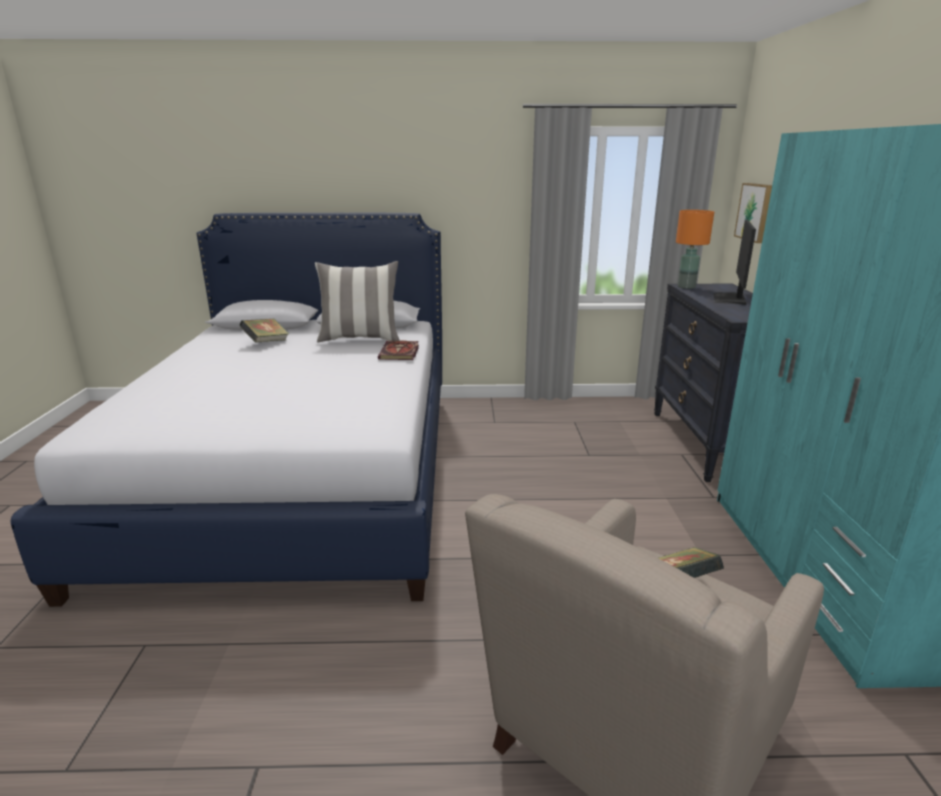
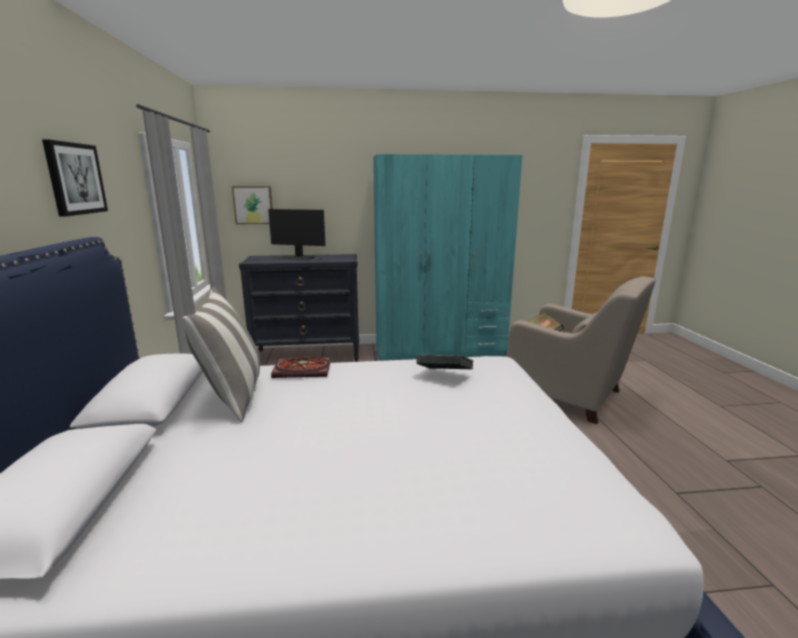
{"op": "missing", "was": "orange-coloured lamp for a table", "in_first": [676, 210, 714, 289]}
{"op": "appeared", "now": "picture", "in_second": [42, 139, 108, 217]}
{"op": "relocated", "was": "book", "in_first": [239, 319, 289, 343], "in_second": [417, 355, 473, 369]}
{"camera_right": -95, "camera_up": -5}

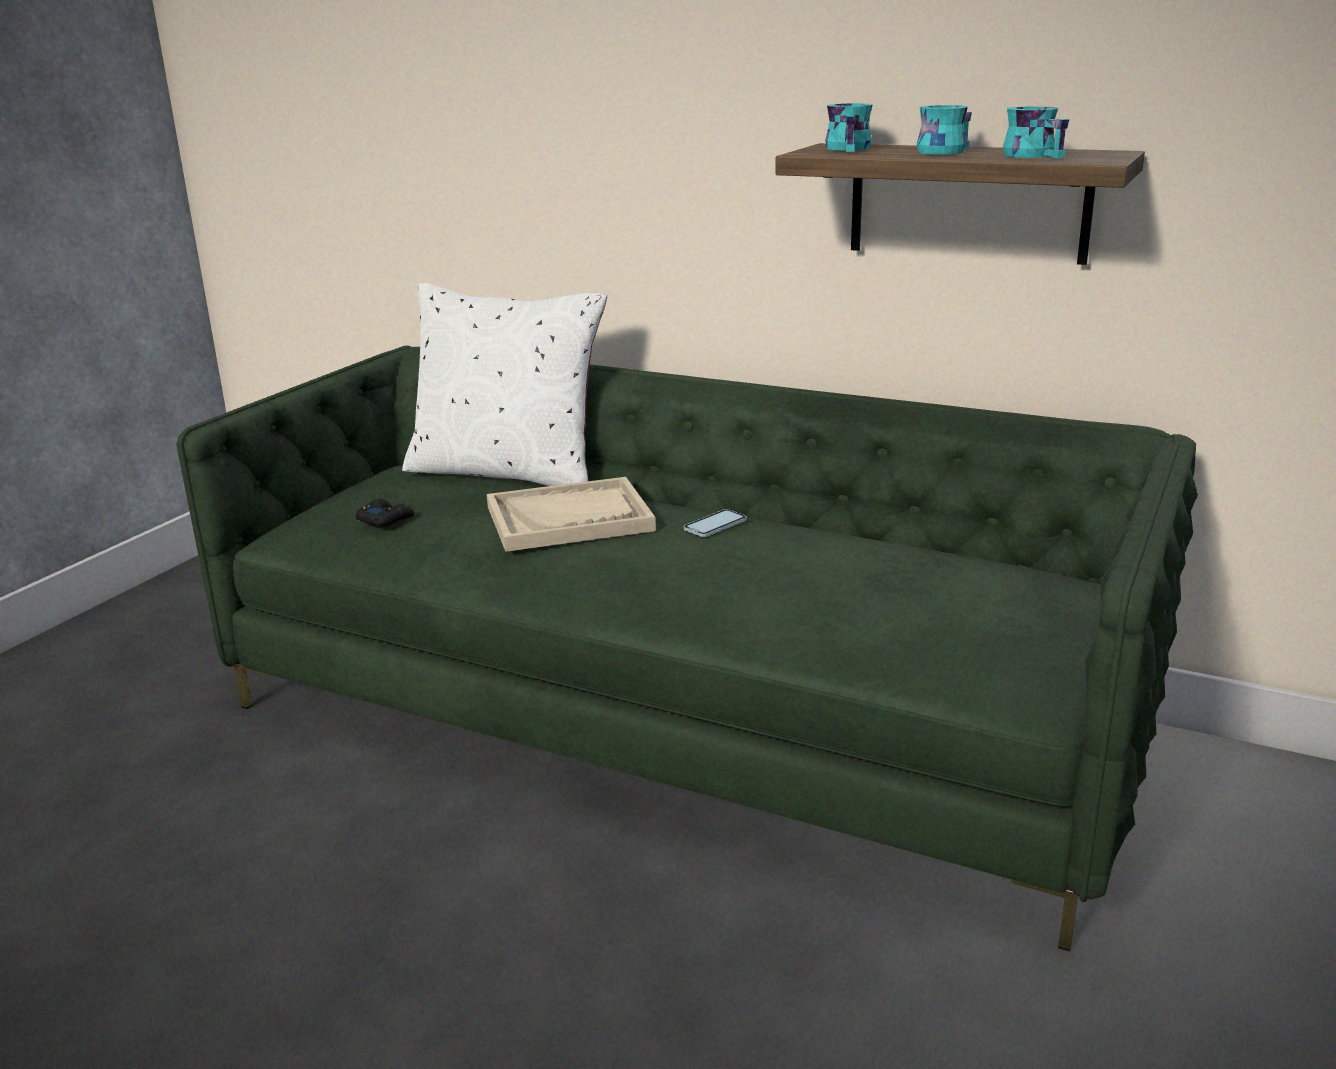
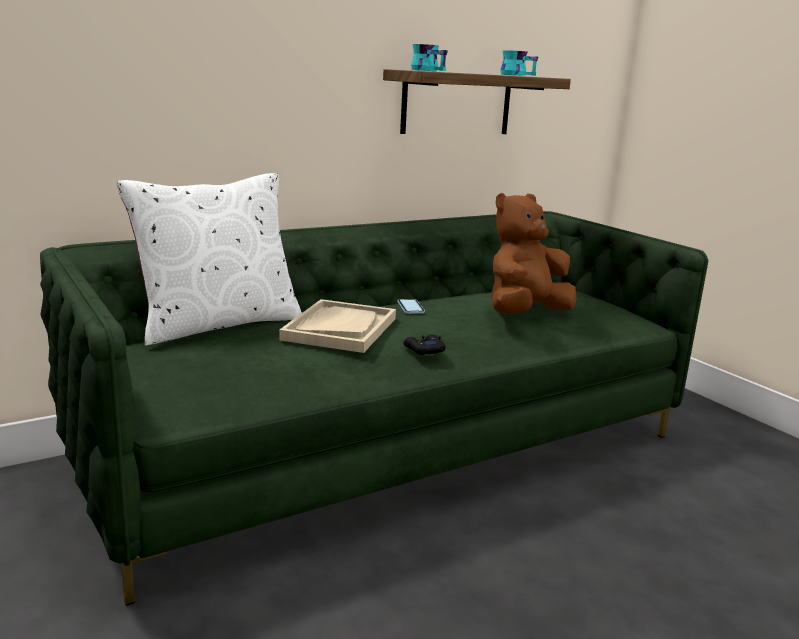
{"op": "missing", "was": "turquoise-coloured coffee mug", "in_first": [917, 105, 972, 155]}
{"op": "appeared", "now": "brownish plush toy", "in_second": [491, 193, 577, 314]}
{"op": "relocated", "was": "black-coloured gamepad", "in_first": [355, 499, 414, 527], "in_second": [403, 334, 445, 355]}
{"camera_right": -60, "camera_up": -5}

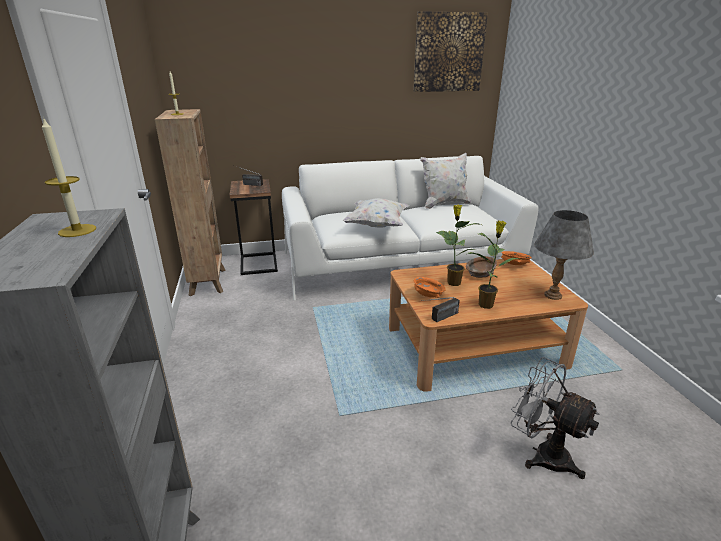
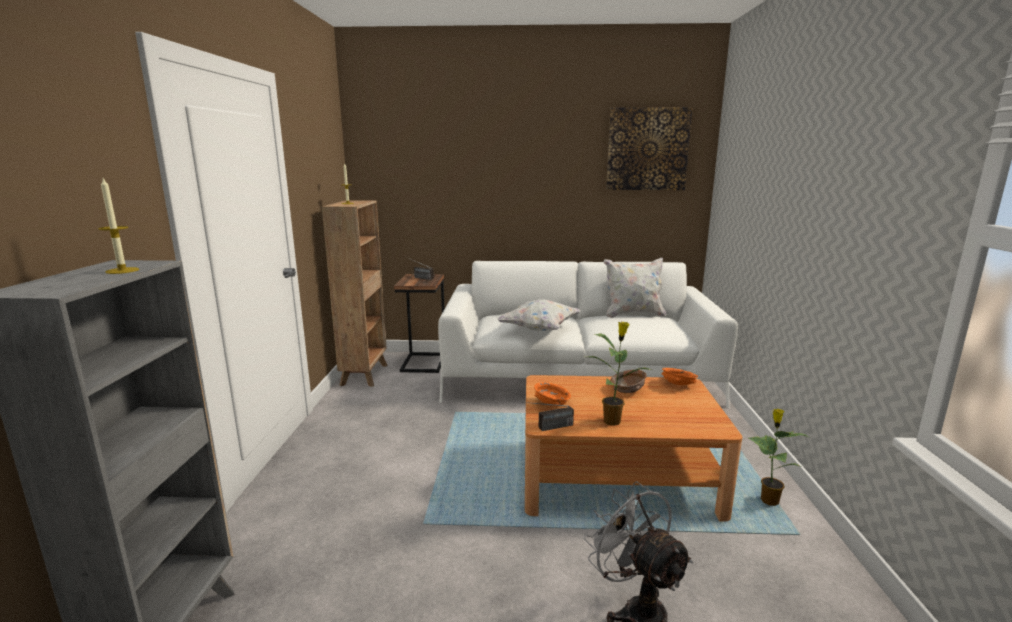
{"op": "missing", "was": "greyish lamp for a table", "in_first": [534, 210, 594, 300]}
{"op": "relocated", "was": "potted plant", "in_first": [436, 205, 481, 286], "in_second": [749, 409, 811, 506]}
{"camera_right": 15, "camera_up": -10}

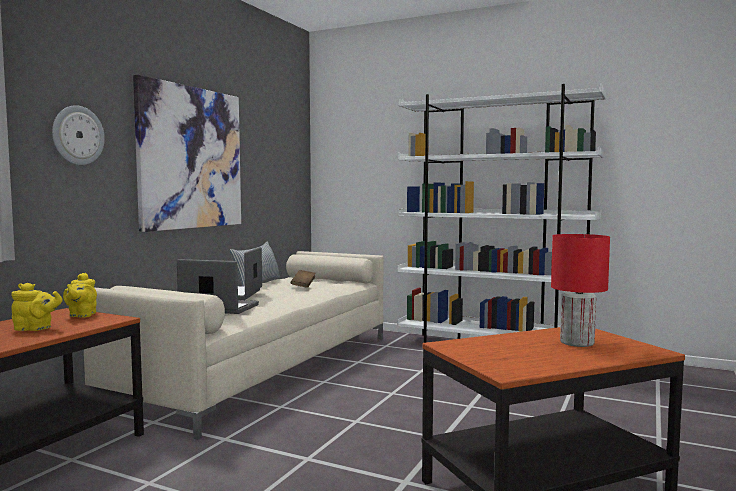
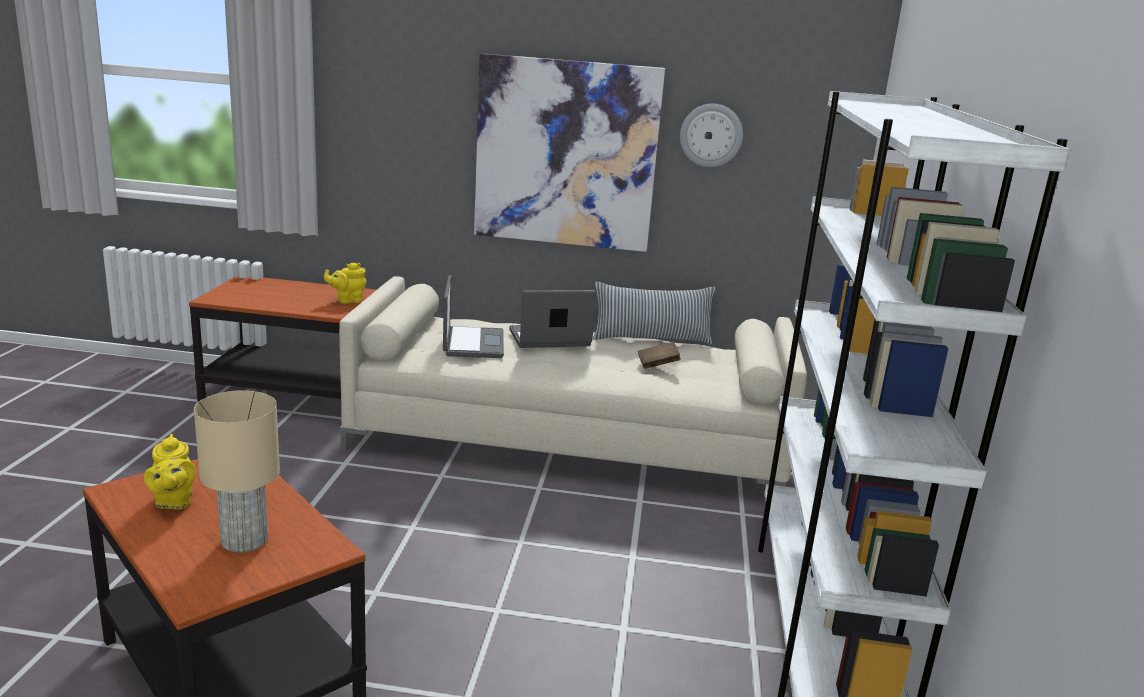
{"op": "relocated", "was": "yellow-coloured tea pot", "in_first": [11, 283, 63, 331], "in_second": [144, 434, 196, 509]}
{"op": "relocated", "was": "clock on the wall", "in_first": [52, 105, 105, 165], "in_second": [680, 104, 743, 167]}
{"op": "colour", "was": "red-coloured lamp for a table", "now": "beige-coloured lamp for a table", "in_first": [551, 234, 610, 347], "in_second": [194, 390, 280, 552]}
{"camera_right": 70, "camera_up": 15}

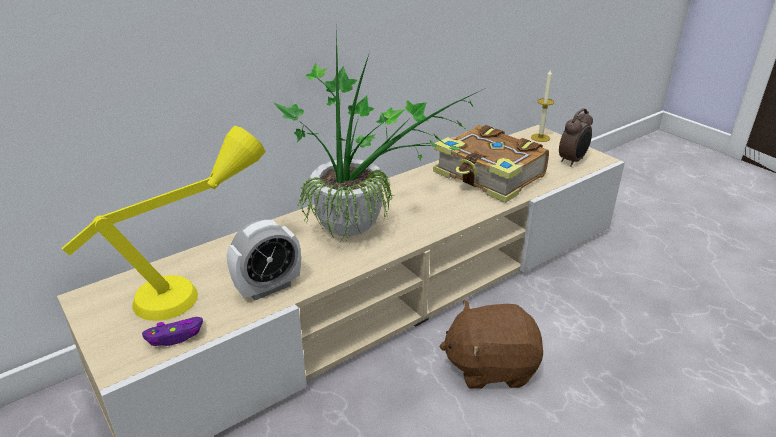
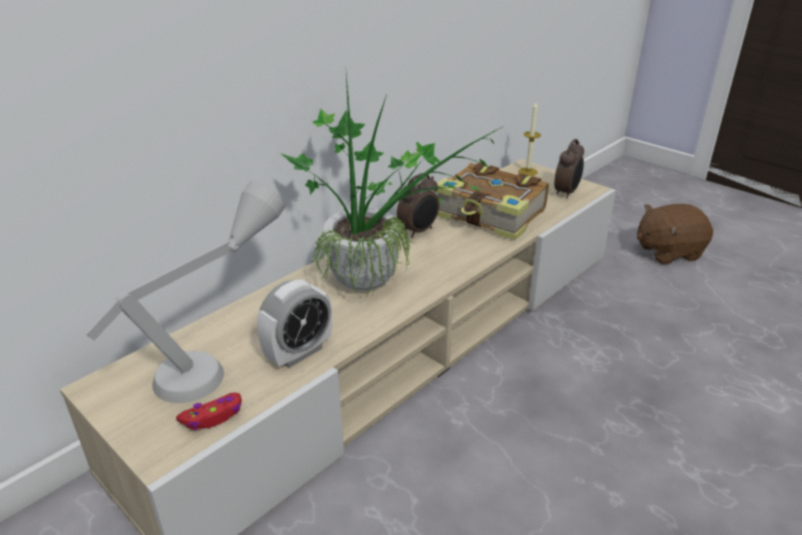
{"op": "appeared", "now": "bedside clock", "in_second": [397, 173, 439, 238]}
{"op": "relocated", "was": "brownish plush toy", "in_first": [439, 300, 543, 389], "in_second": [637, 204, 713, 264]}
{"op": "colour", "was": "yellow-coloured lamp for a table", "now": "greyish lamp for a table", "in_first": [62, 126, 265, 321], "in_second": [85, 181, 286, 403]}
{"op": "colour", "was": "purple-coloured gamepad", "now": "red-coloured gamepad", "in_first": [142, 317, 203, 346], "in_second": [176, 393, 242, 430]}
{"camera_right": -10, "camera_up": 0}

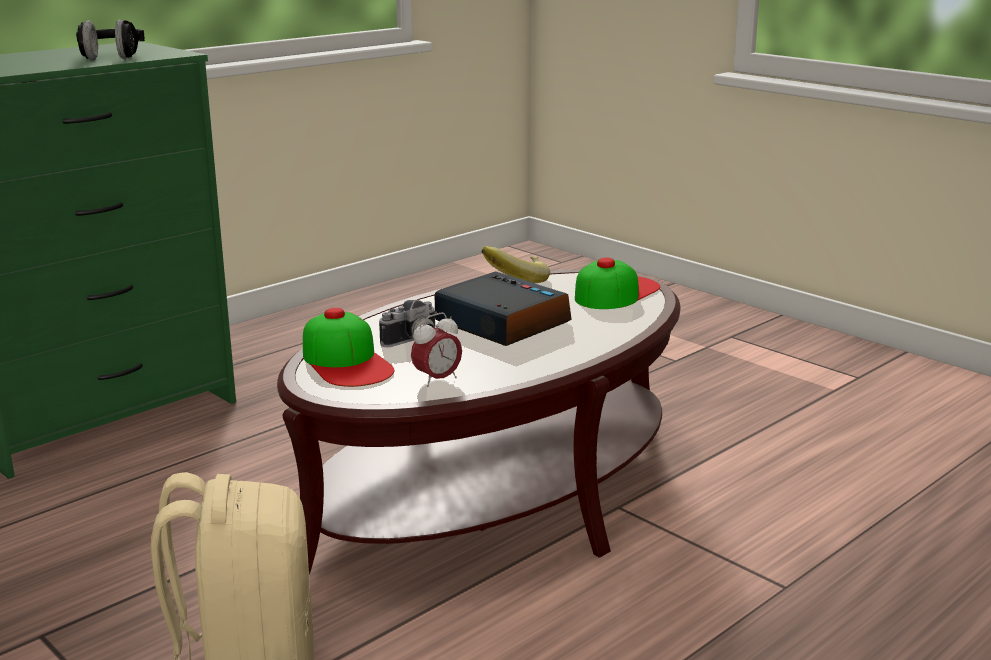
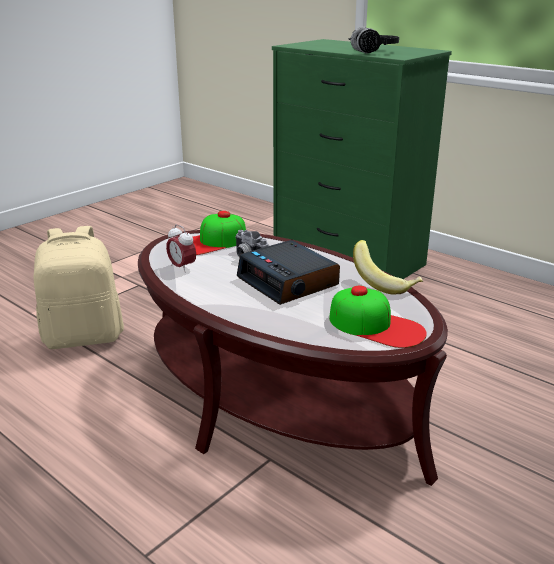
{"op": "spun", "was": "bedside clock", "in_first": [434, 271, 572, 346], "in_second": [237, 240, 340, 305], "clockwise": 105}
{"camera_right": 85, "camera_up": 5}

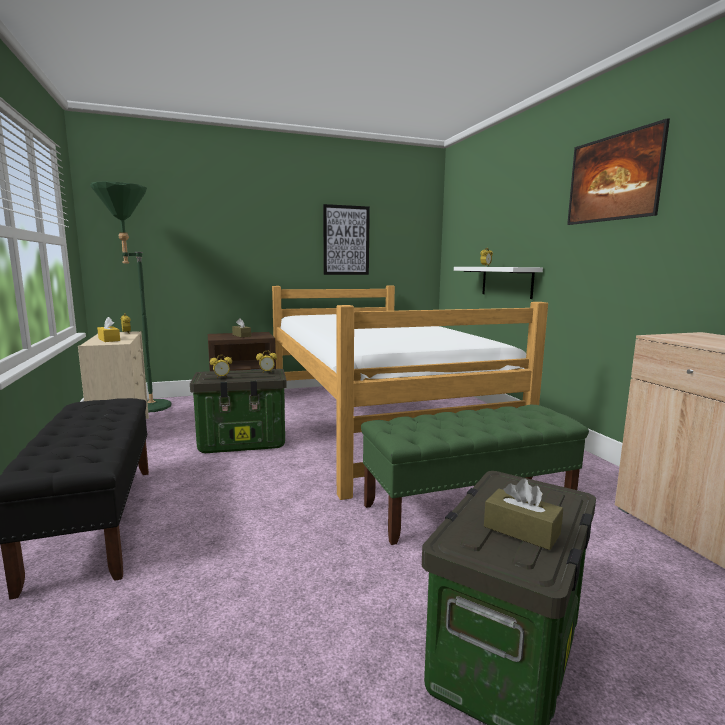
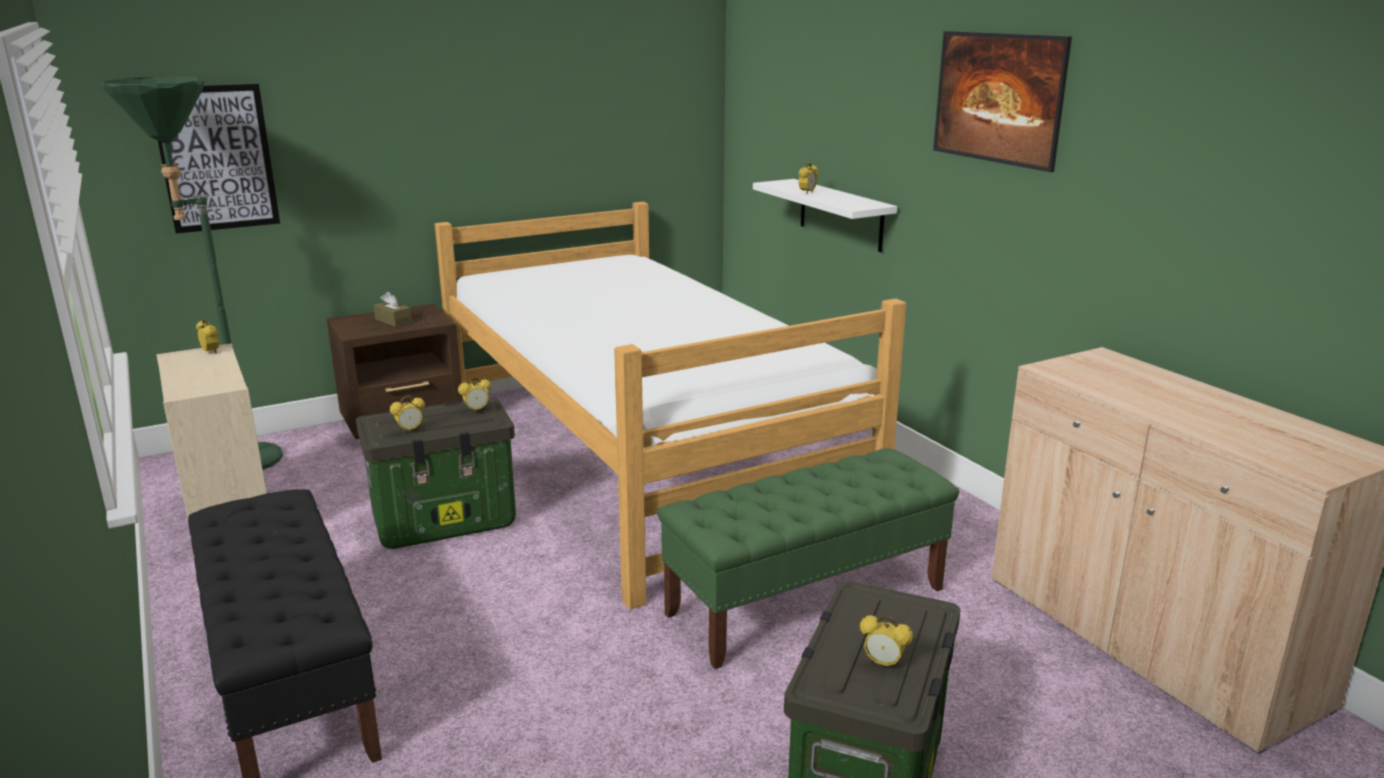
{"op": "missing", "was": "yellow-coloured tissue holder", "in_first": [97, 317, 120, 342]}
{"op": "relocated", "was": "picture", "in_first": [323, 204, 370, 275], "in_second": [158, 84, 280, 233]}
{"op": "exchanged", "was": "brownish tissue holder", "now": "bedside clock", "in_first": [484, 479, 563, 550], "in_second": [860, 615, 913, 670]}
{"camera_right": -10, "camera_up": 10}

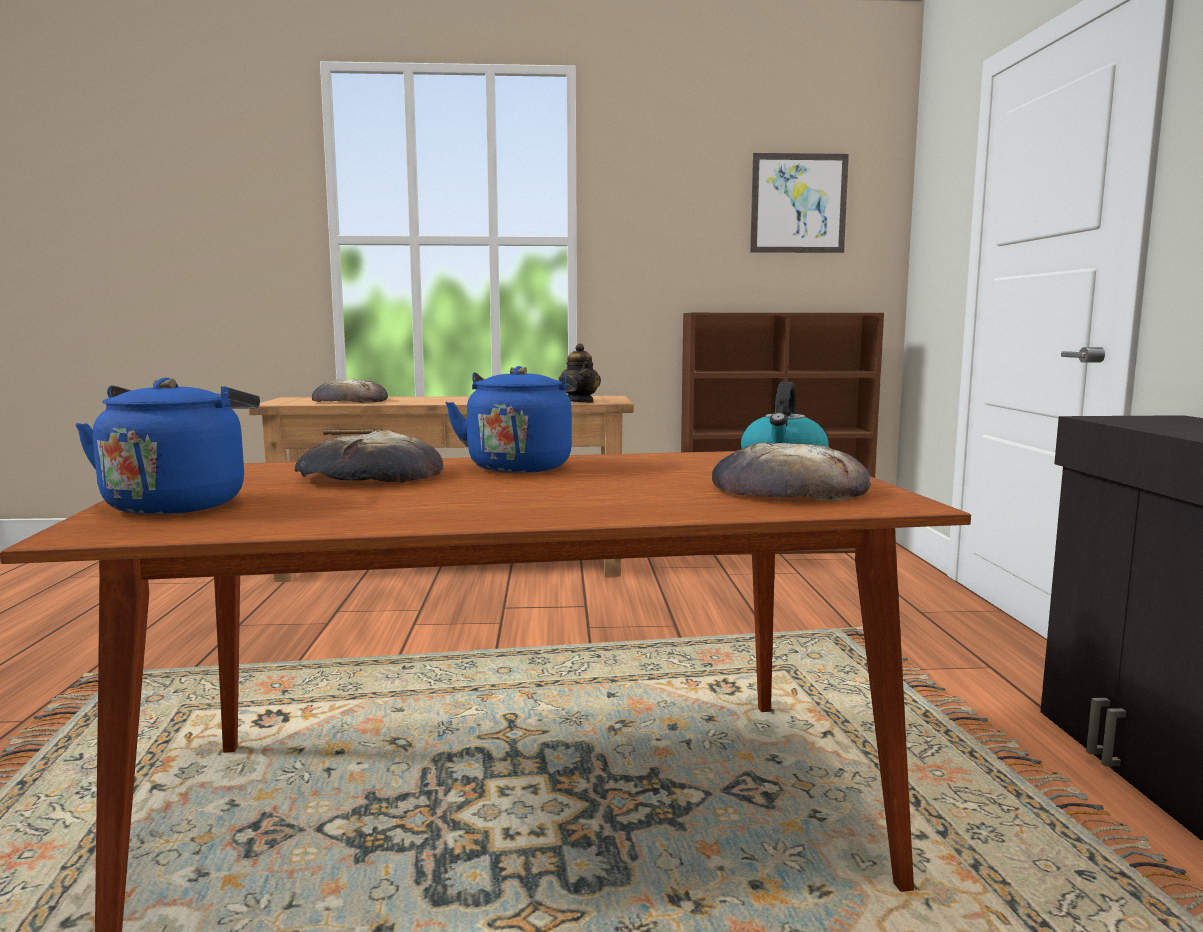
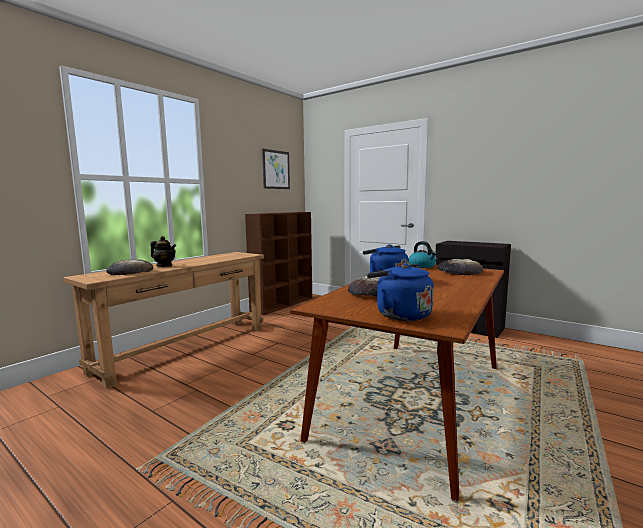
{"op": "relocated", "was": "tea pot", "in_first": [559, 343, 601, 403], "in_second": [150, 236, 176, 267]}
{"camera_right": -50, "camera_up": 0}

